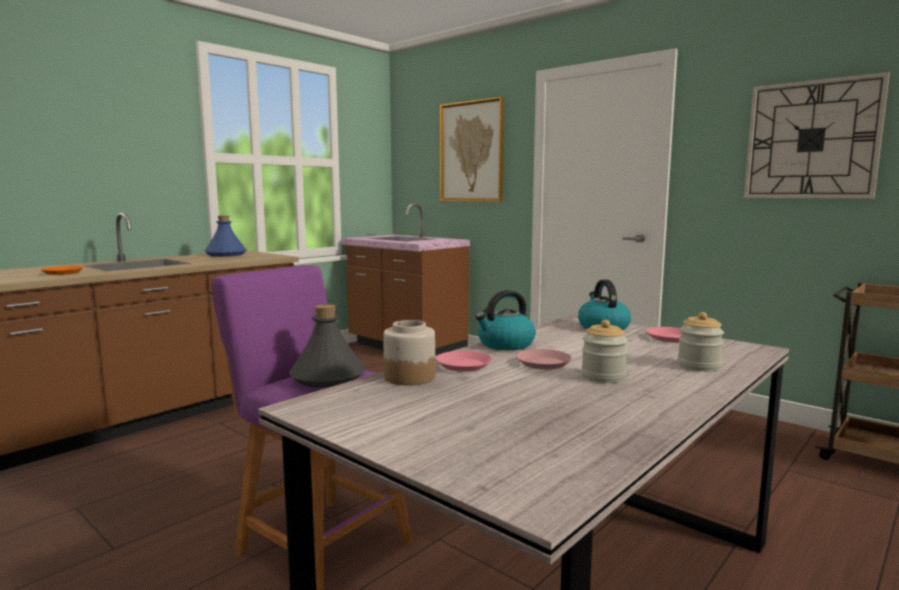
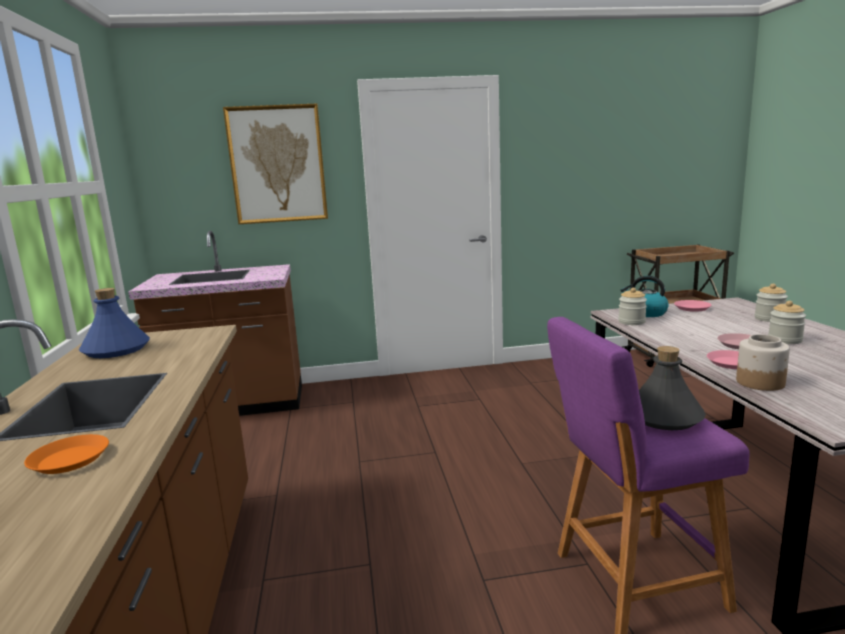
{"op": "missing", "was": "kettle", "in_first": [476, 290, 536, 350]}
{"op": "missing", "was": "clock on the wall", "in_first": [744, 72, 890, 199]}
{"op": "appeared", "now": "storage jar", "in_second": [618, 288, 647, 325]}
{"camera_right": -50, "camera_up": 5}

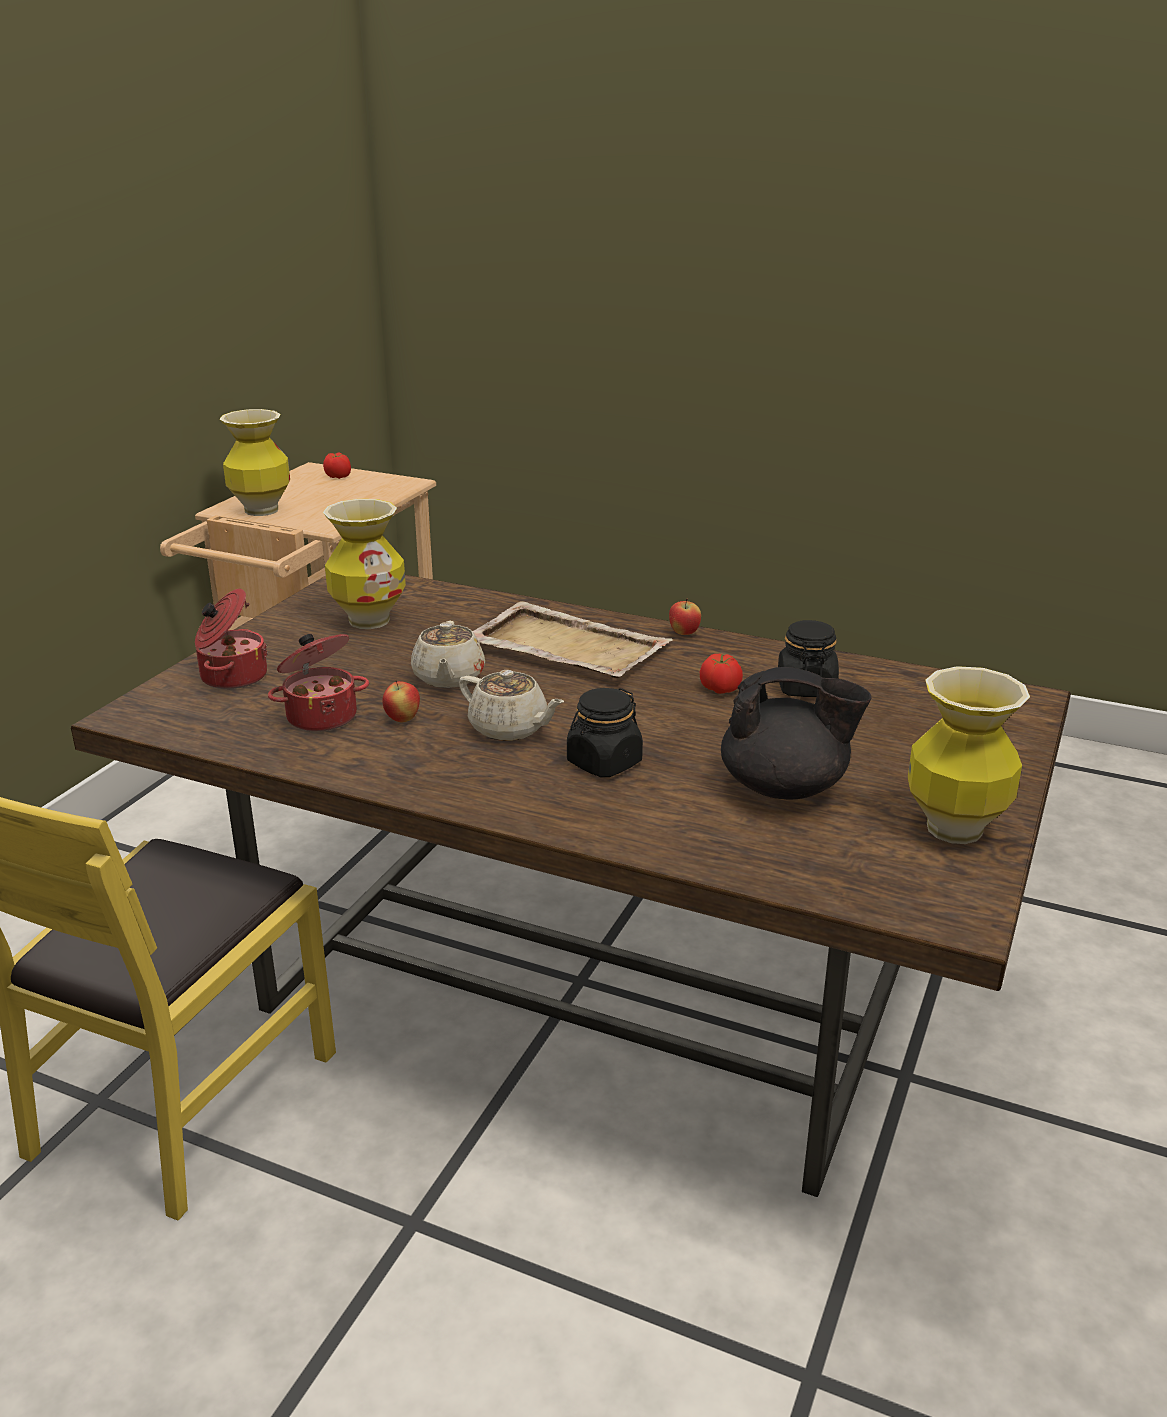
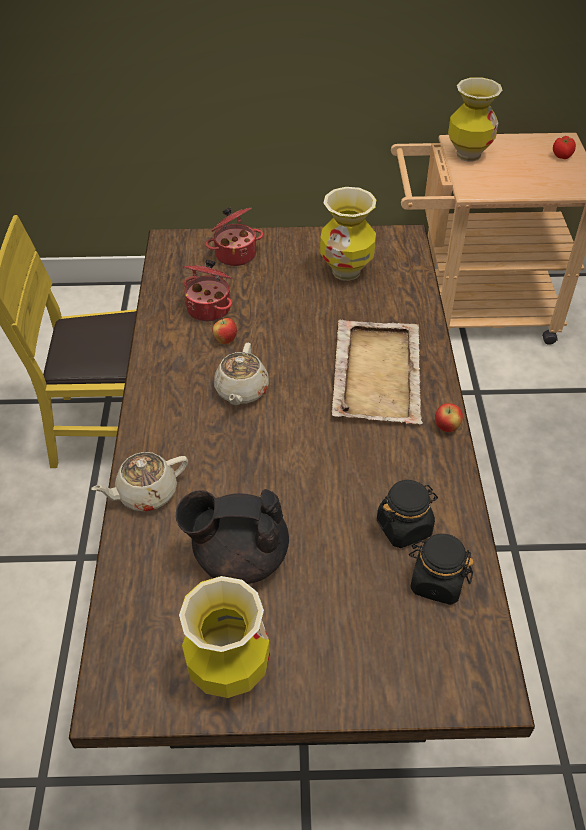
{"op": "missing", "was": "whole tomato", "in_first": [700, 654, 743, 694]}
{"op": "relocated", "was": "beige-coloured tea pot", "in_first": [411, 621, 485, 688], "in_second": [91, 452, 188, 512]}
{"op": "relocated", "was": "black-coloured storage jar", "in_first": [567, 688, 643, 777], "in_second": [409, 534, 474, 605]}
{"op": "spun", "was": "black-coloured tea pot", "in_first": [721, 667, 871, 799], "in_second": [176, 489, 289, 584], "clockwise": 105}
{"camera_right": 65, "camera_up": 20}

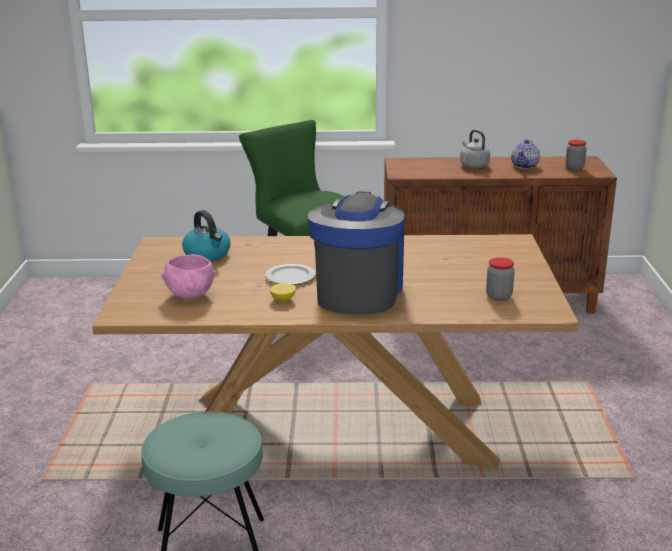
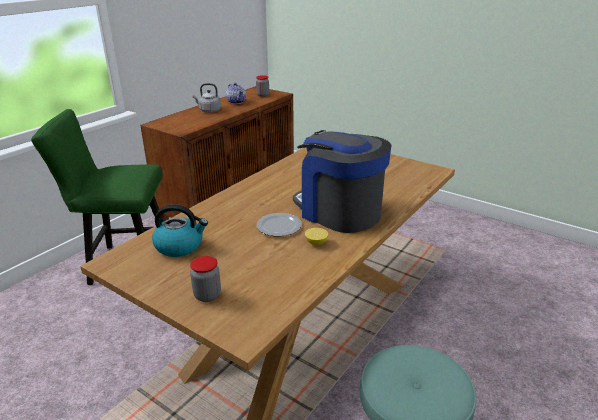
{"op": "missing", "was": "pinkish bowl", "in_first": [161, 254, 216, 299]}
{"op": "relocated", "was": "storage jar", "in_first": [486, 257, 515, 301], "in_second": [190, 256, 221, 302]}
{"camera_right": -55, "camera_up": 5}

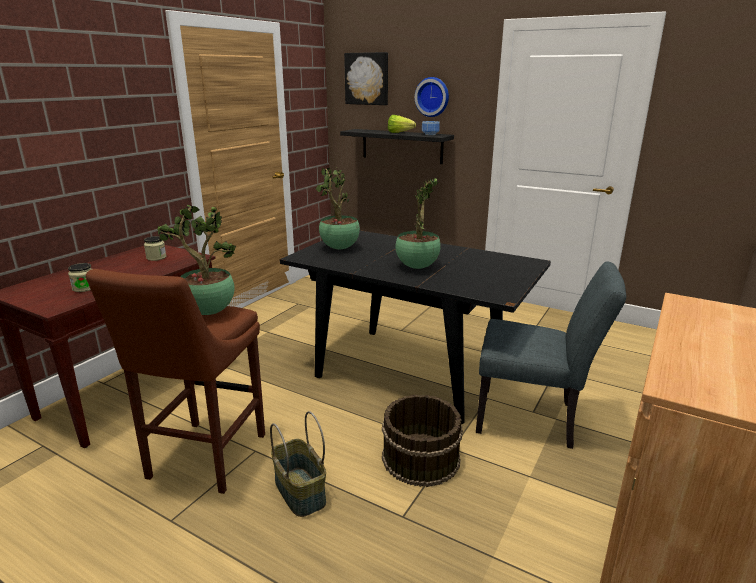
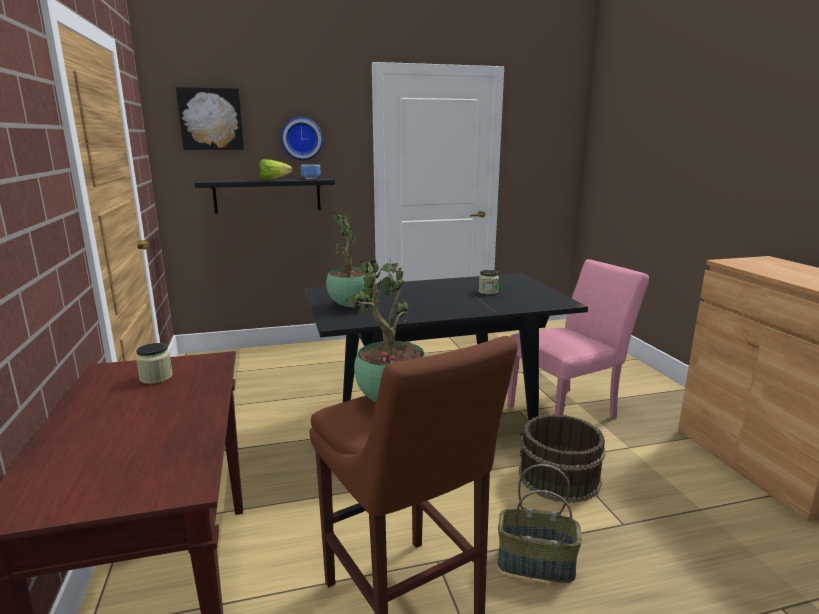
{"op": "missing", "was": "potted plant", "in_first": [395, 178, 441, 269]}
{"op": "relocated", "was": "storage jar", "in_first": [68, 263, 92, 292], "in_second": [478, 270, 499, 295]}
{"op": "colour", "was": "greyish upright chair", "now": "pinkish upright chair", "in_first": [476, 262, 626, 449], "in_second": [507, 259, 649, 418]}
{"camera_right": -45, "camera_up": -5}

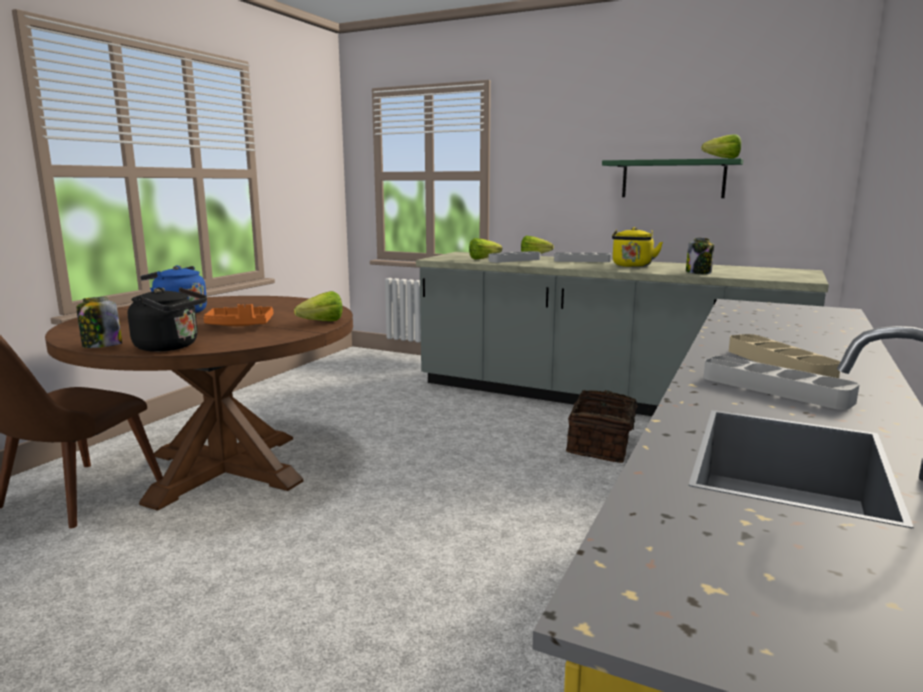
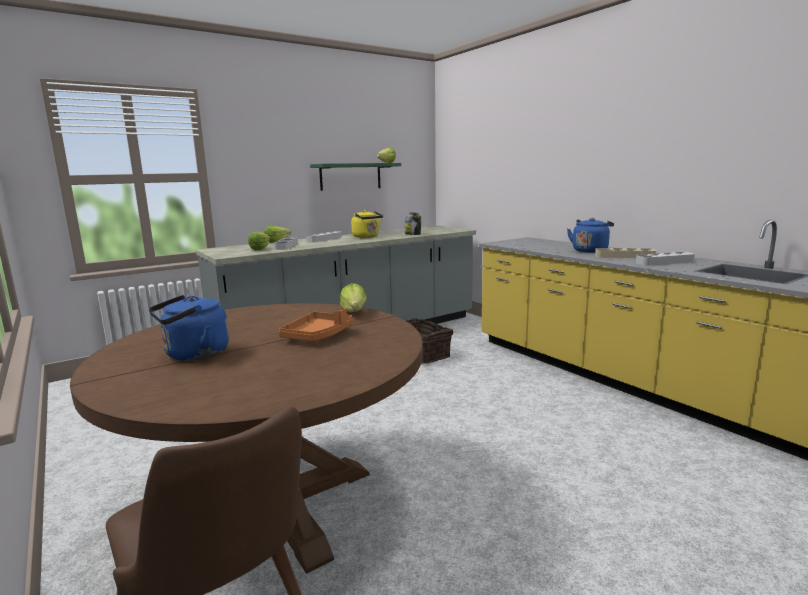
{"op": "missing", "was": "storage jar", "in_first": [77, 297, 122, 348]}
{"op": "missing", "was": "black-coloured kettle", "in_first": [128, 287, 207, 352]}
{"op": "appeared", "now": "blue-coloured kettle", "in_second": [567, 218, 614, 253]}
{"camera_right": -60, "camera_up": 0}

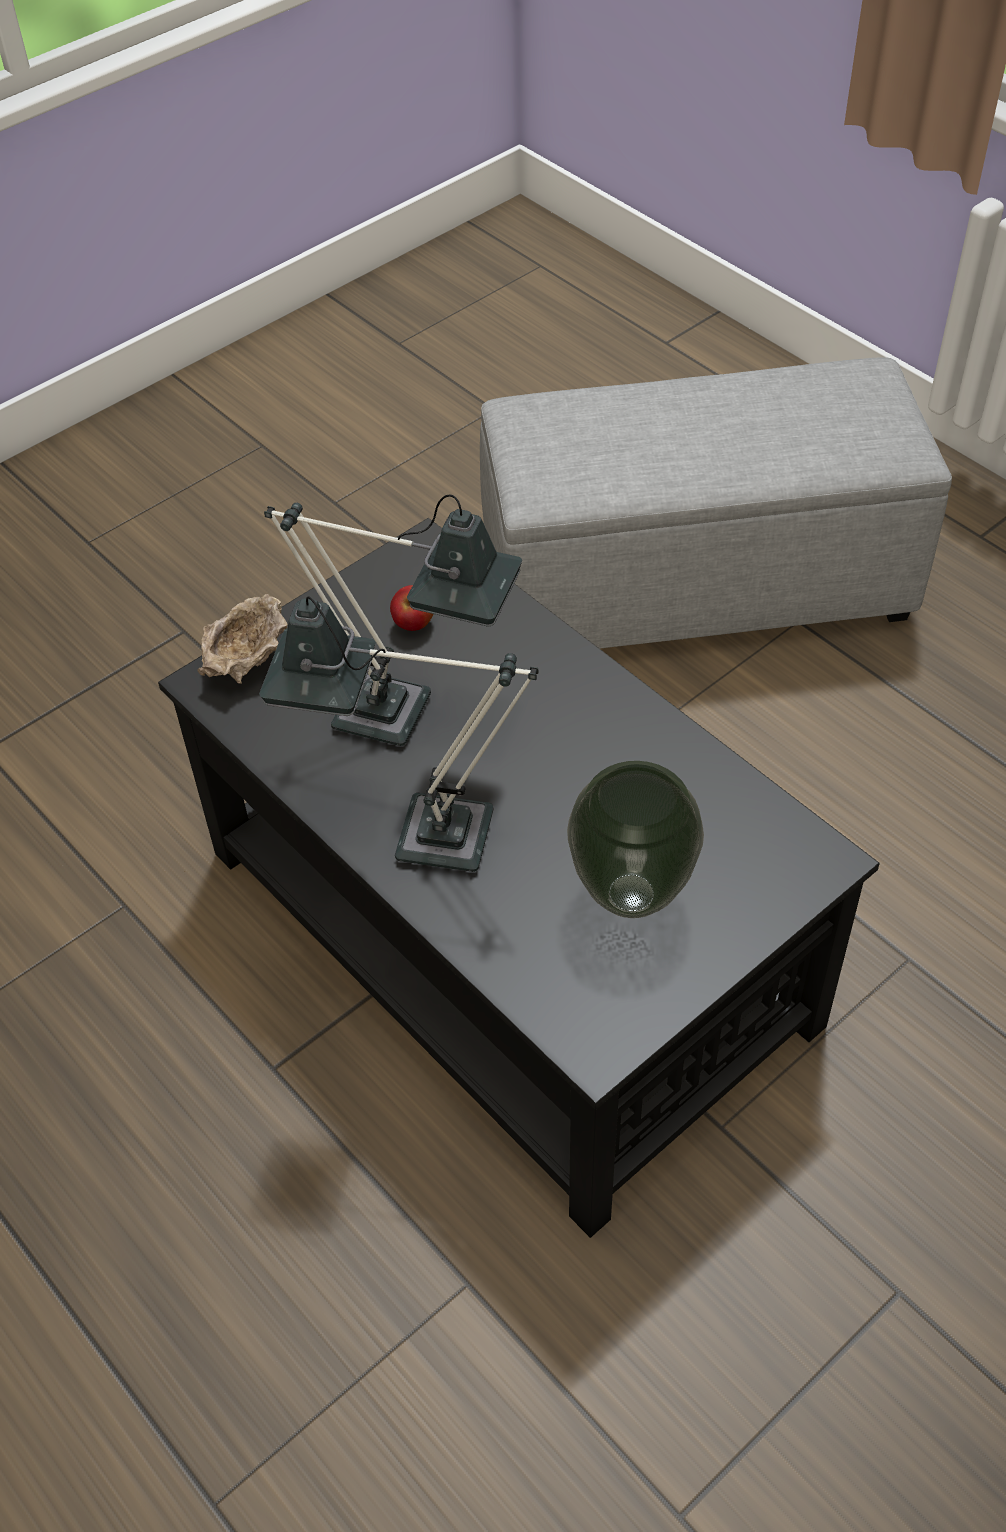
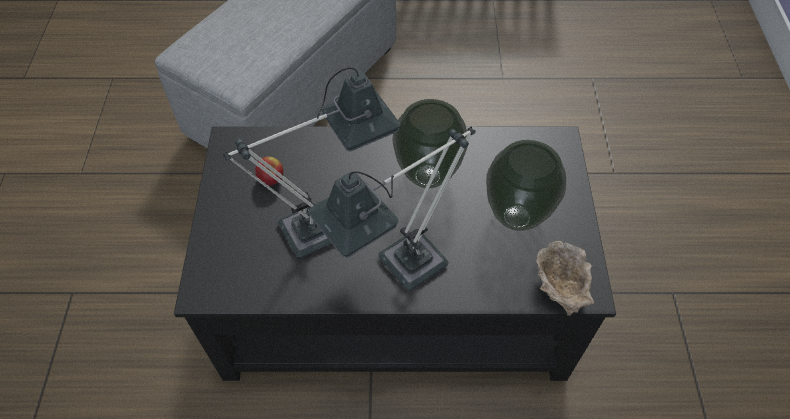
{"op": "appeared", "now": "flower vase", "in_second": [392, 99, 468, 188]}
{"op": "relocated", "was": "beige-coloured bowl", "in_first": [197, 594, 288, 684], "in_second": [536, 241, 594, 316]}
{"camera_right": -50, "camera_up": 5}

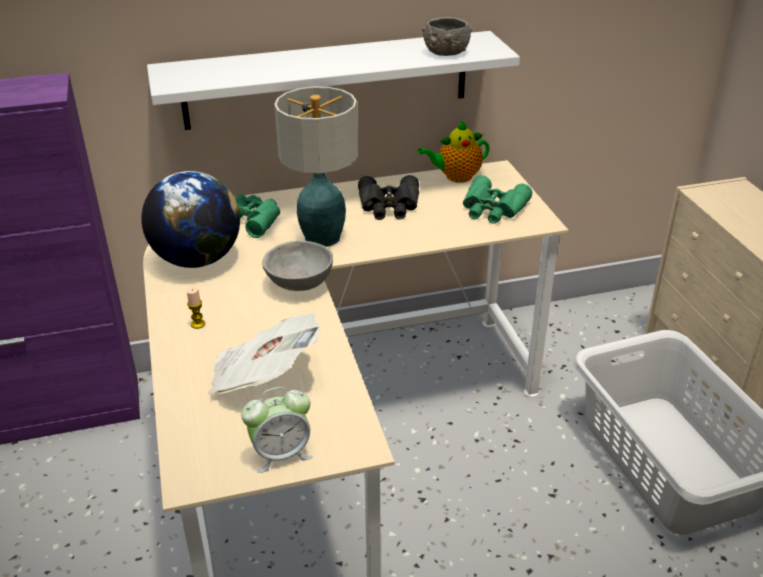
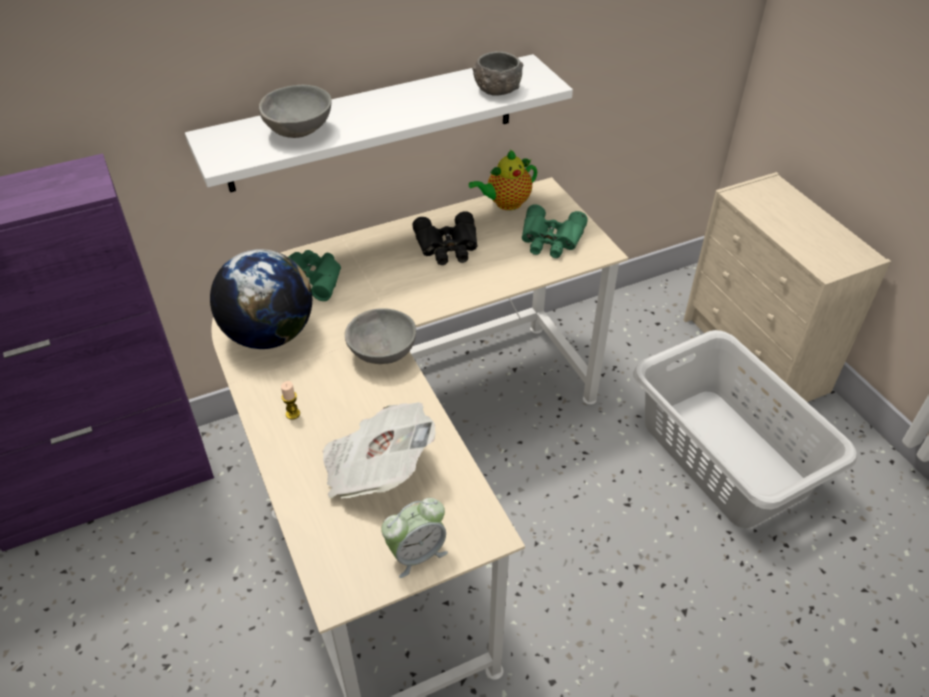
{"op": "missing", "was": "lamp for a table", "in_first": [274, 87, 358, 247]}
{"op": "appeared", "now": "greyish bowl", "in_second": [259, 85, 332, 138]}
{"camera_right": -10, "camera_up": 10}

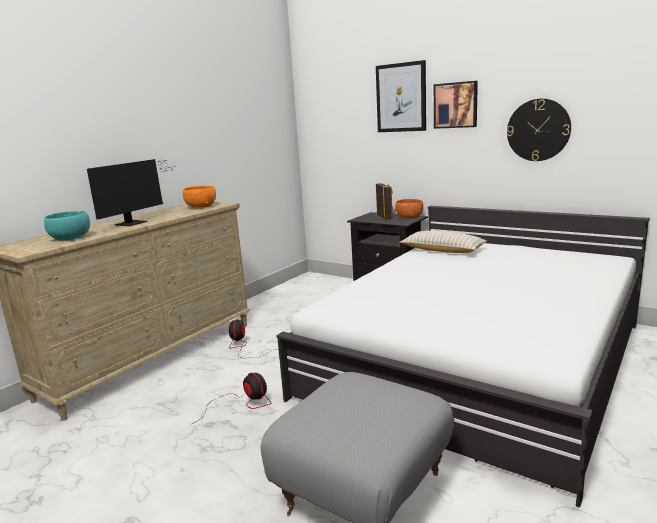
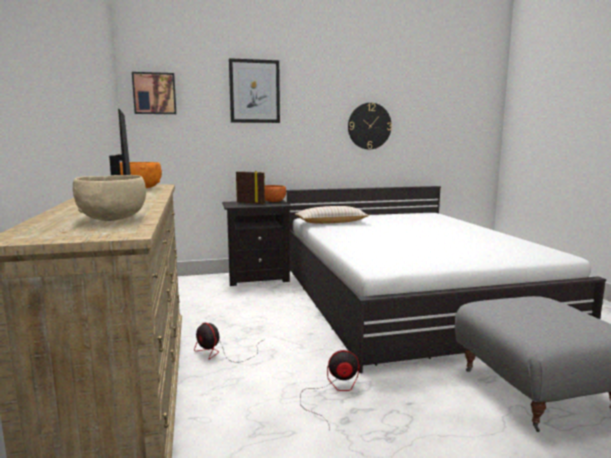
{"op": "relocated", "was": "picture", "in_first": [434, 81, 478, 129], "in_second": [132, 72, 176, 114]}
{"op": "colour", "was": "turquoise-coloured bowl", "now": "beige-coloured bowl", "in_first": [44, 211, 90, 241], "in_second": [73, 175, 146, 221]}
{"camera_right": -50, "camera_up": -5}

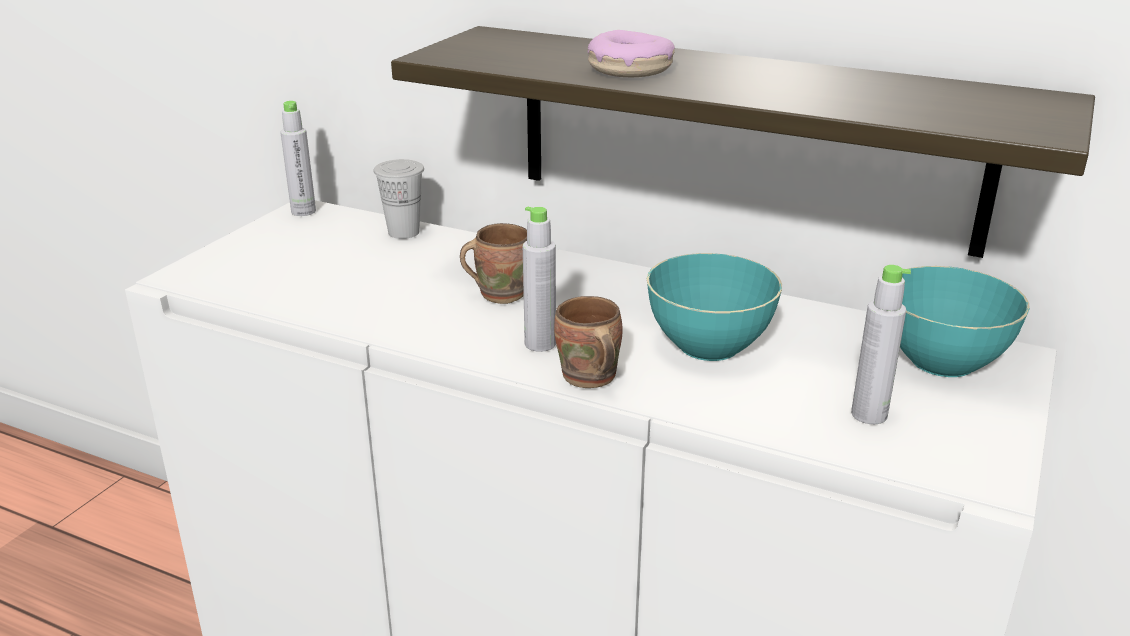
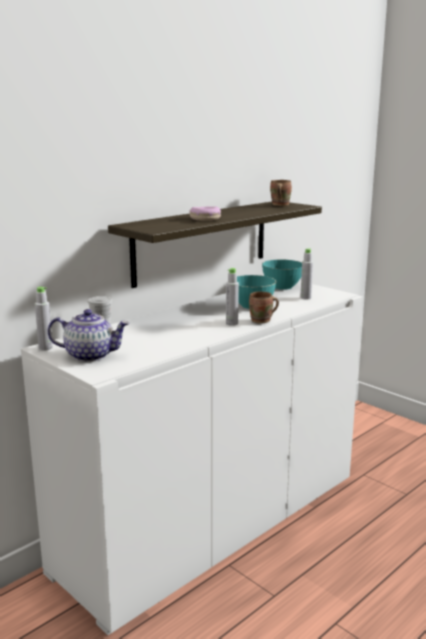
{"op": "appeared", "now": "tea pot", "in_second": [48, 309, 129, 362]}
{"op": "relocated", "was": "brownish coffee mug", "in_first": [460, 223, 527, 304], "in_second": [270, 180, 292, 206]}
{"camera_right": -70, "camera_up": -10}

